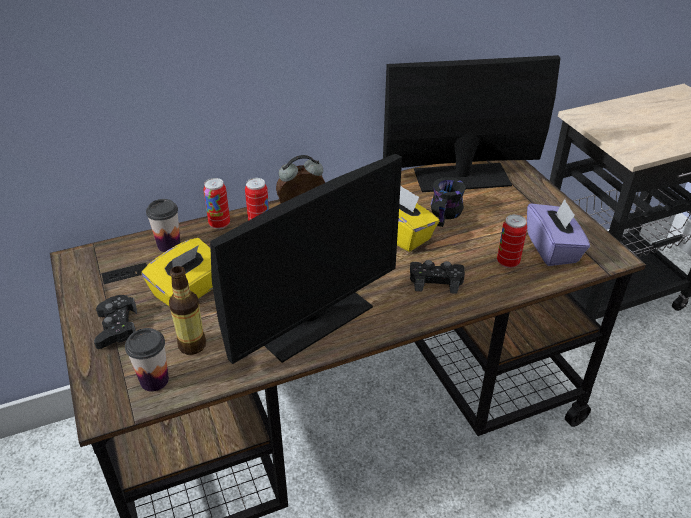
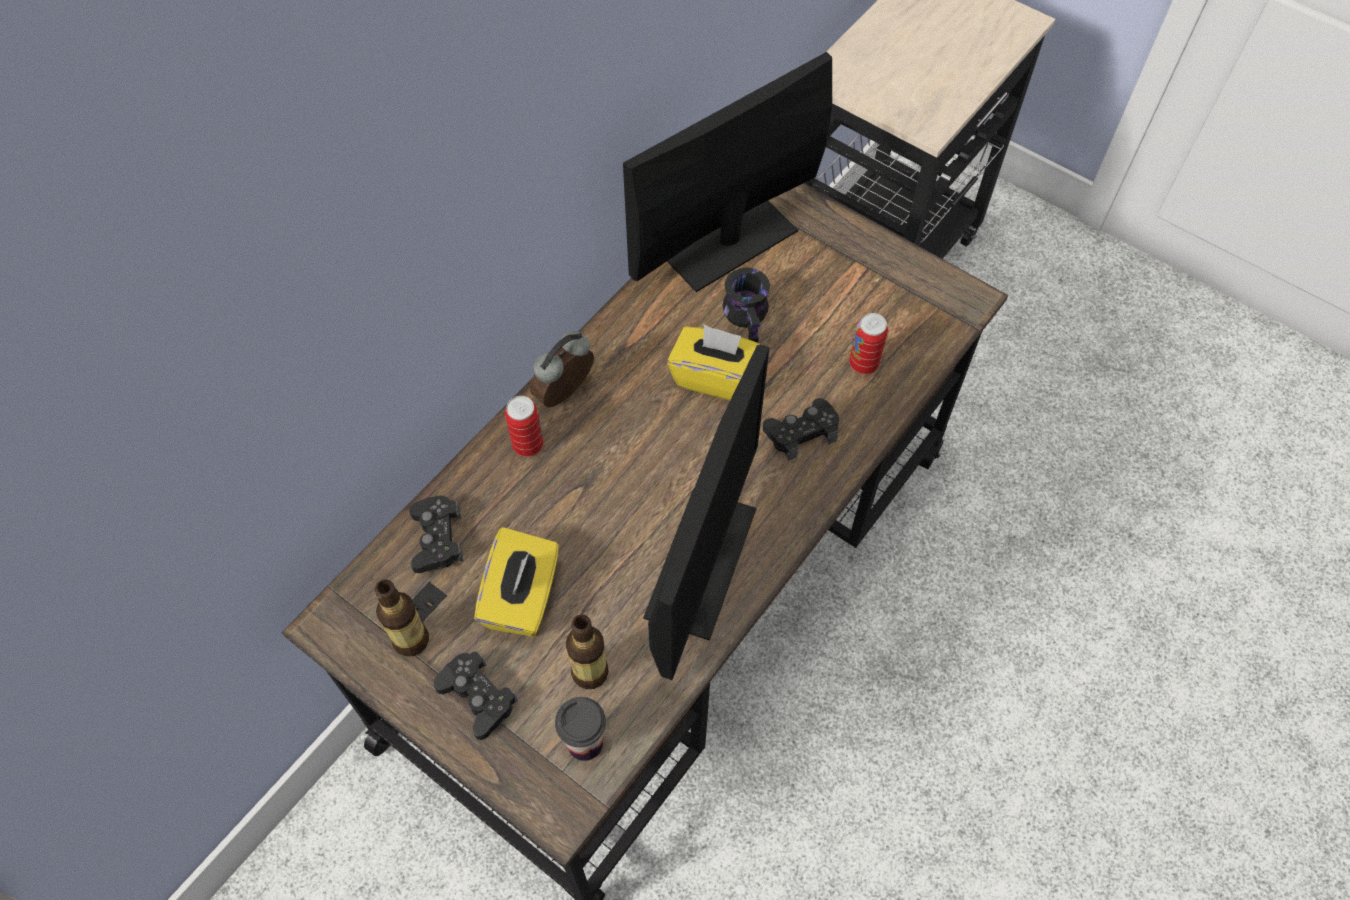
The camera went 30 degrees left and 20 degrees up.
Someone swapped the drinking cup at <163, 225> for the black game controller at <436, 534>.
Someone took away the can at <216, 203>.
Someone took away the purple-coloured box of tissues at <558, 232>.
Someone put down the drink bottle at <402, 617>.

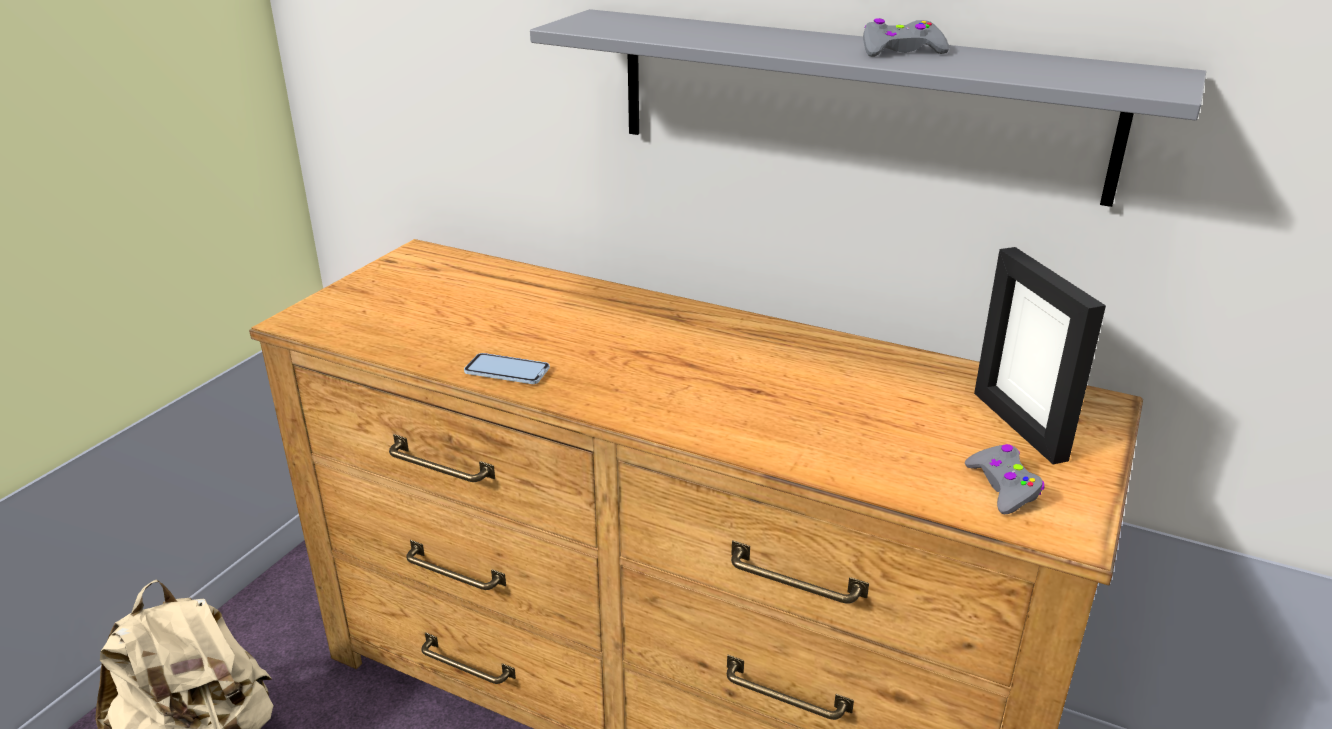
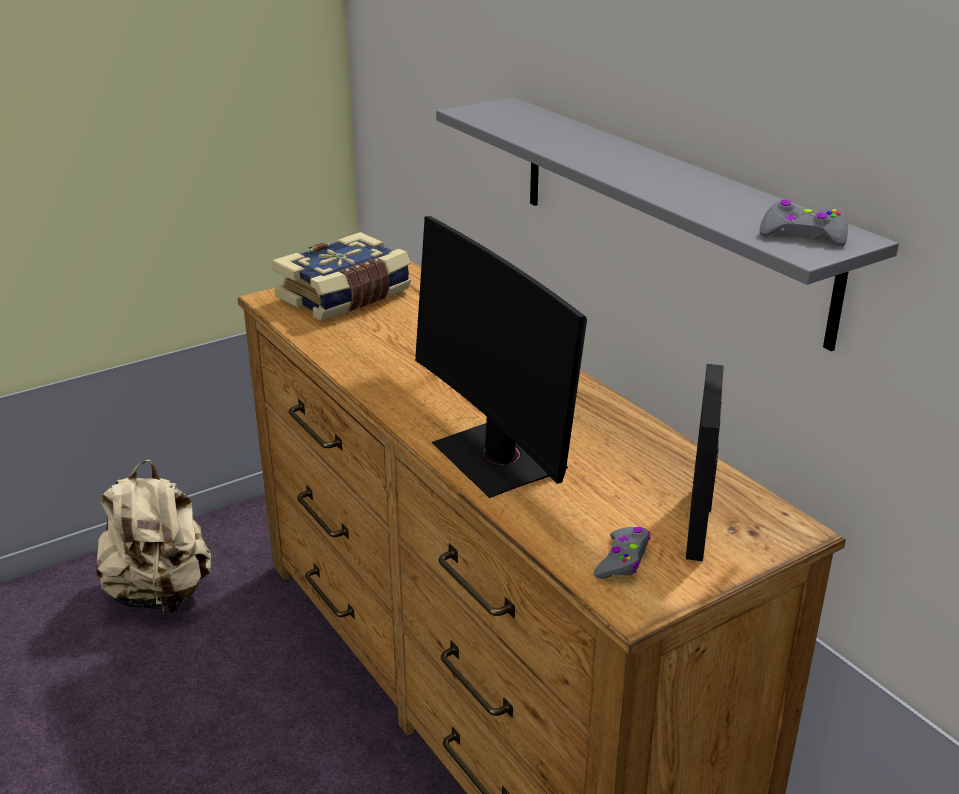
The camera went 30 degrees right and 0 degrees up.
Someone took away the telephone at <507, 368>.
Someone carried the grey game controller from <906, 37> to <804, 222>.
Someone put down the volume at <341, 276>.
Someone put down the computer display at <501, 357>.

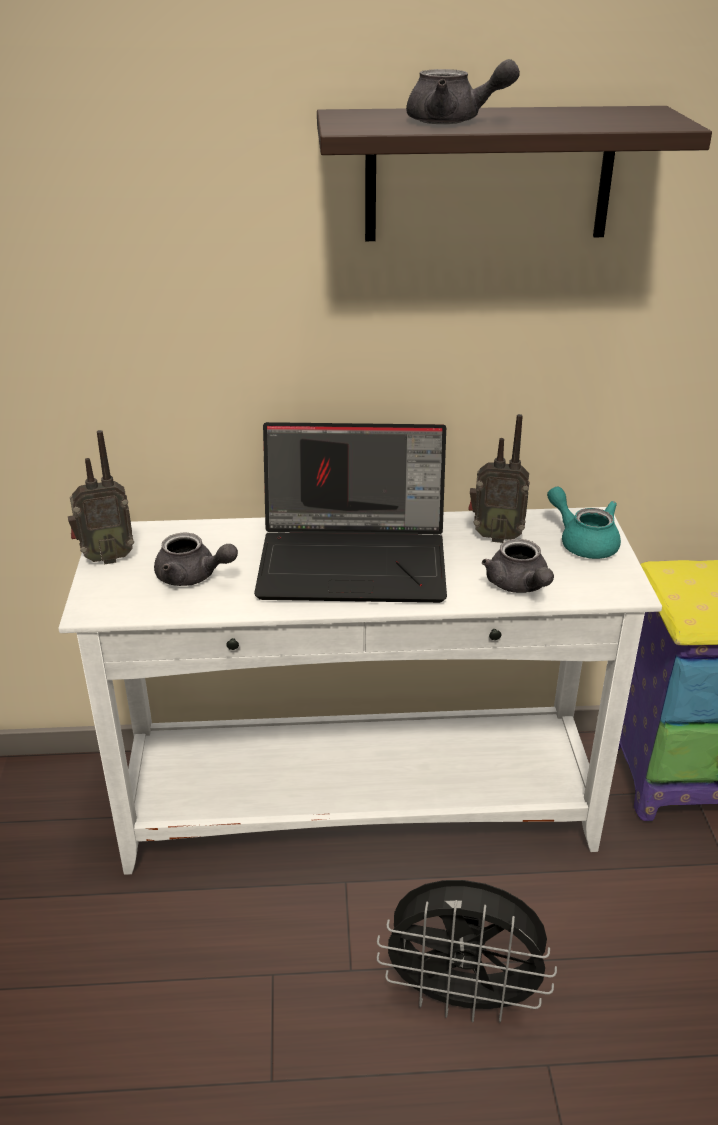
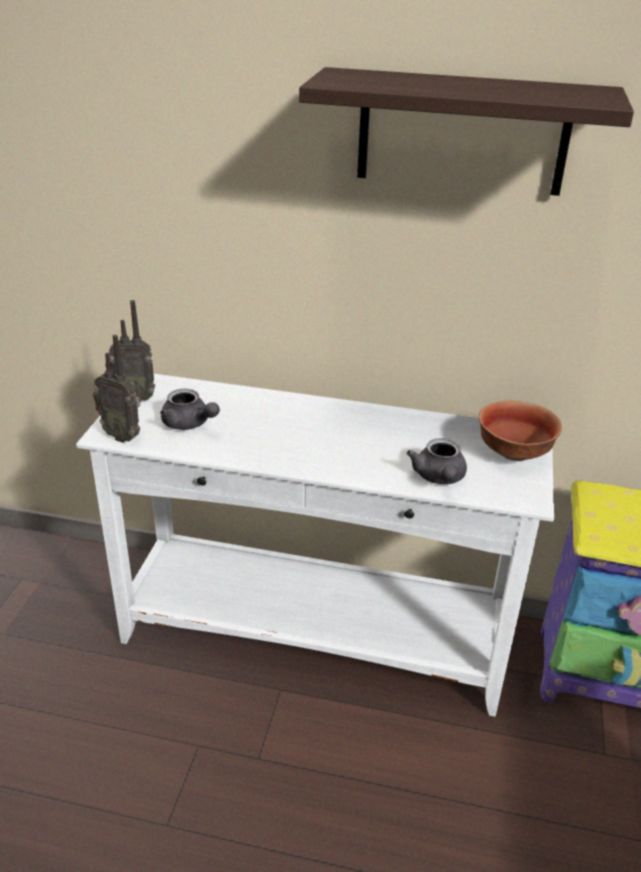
The camera went 15 degrees right and 0 degrees up.
Someone took away the notebook computer at <350, 512>.
Someone took away the black fan at <467, 951>.
Someone took away the grey teapot at <463, 91>.
Someone carried the radio from <499, 478> to <116, 389>.
Someone swapped the blue-green teapot at <584, 522> for the serving bowl at <520, 430>.

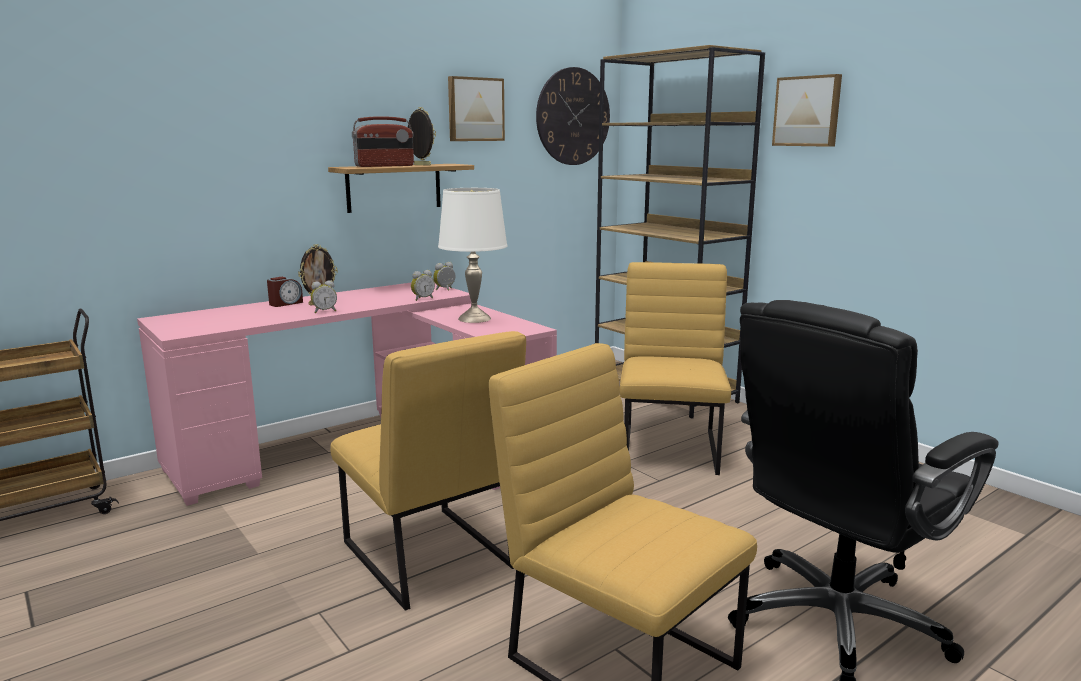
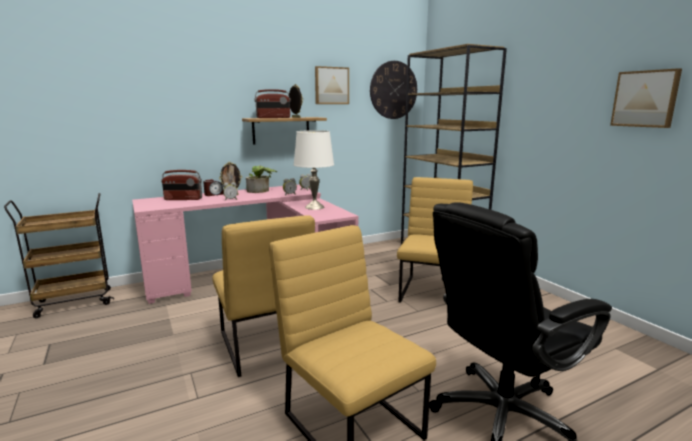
The camera went 10 degrees right and 0 degrees up.
Someone carried the wall art from <807, 110> to <646, 98>.
Someone put down the radio at <181, 185>.
Someone put down the houseplant at <262, 179>.

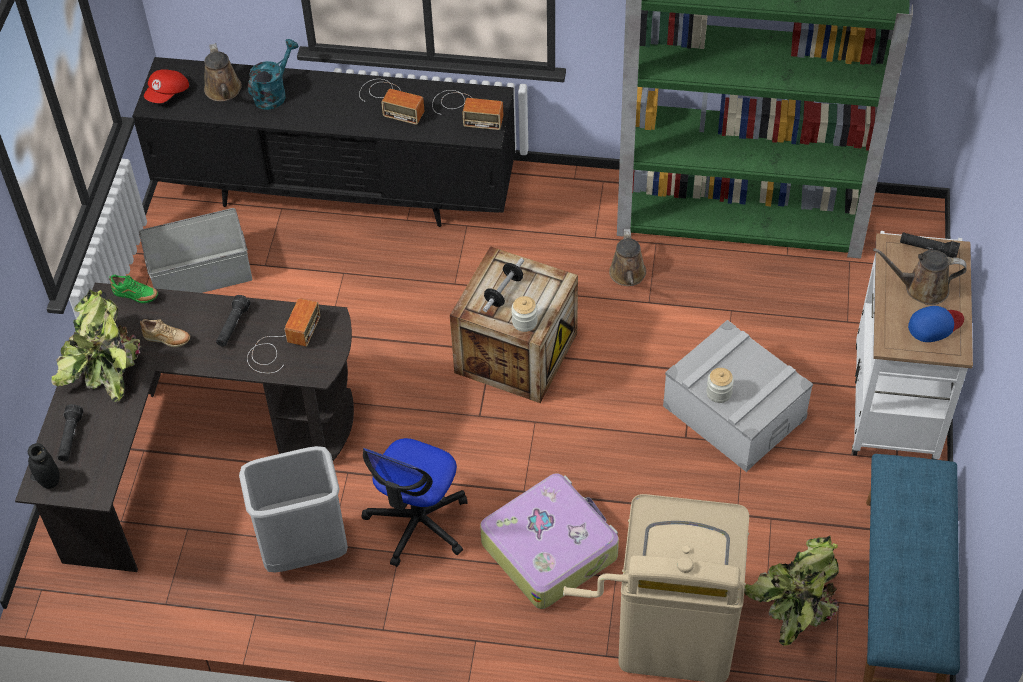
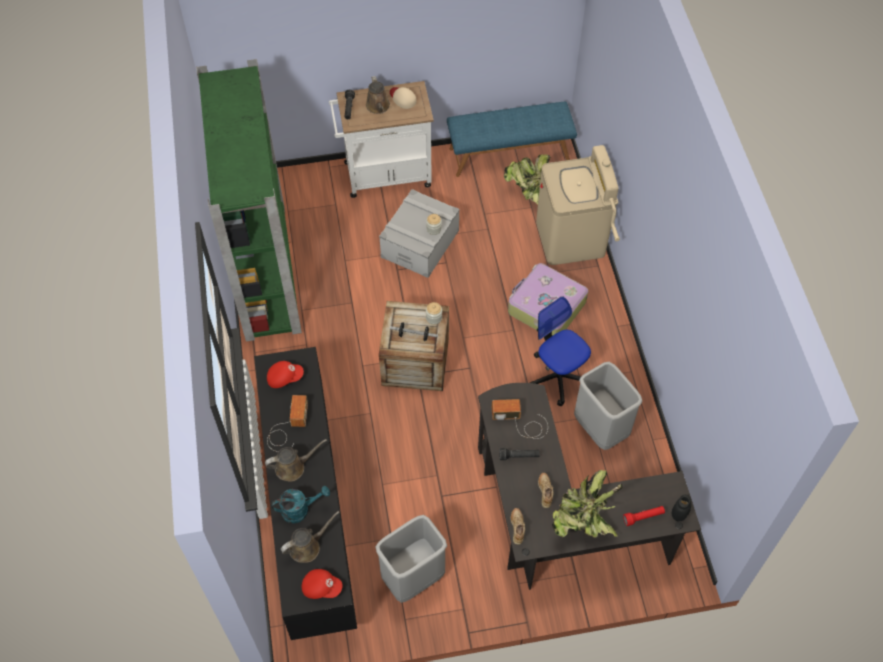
The camera went 110 degrees left and 5 degrees up.
Someone repainted the black hand torch at <70, 432>, which became the red-coloured hand torch at <644, 516>.
Someone repainted the greenish item of footwear at <133, 289>, which became the sand-coloured item of footwear at <517, 526>.
Someone swapped the grey storage bin at <196, 250> for the grey rubbish bin at <411, 559>.
Someone rotated the blue-green sprinkling can at <273, 74> by 150 degrees clockwise.
Someone rotated the office chair at <414, 502> by 135 degrees counterclockwise.
Someone swapped the radio at <467, 110> for the red-coloured cap at <285, 374>.
Someone carried the brown-coloured sprinkling can from <627, 257> to <296, 460>.
Someone repainted the blue-coloured cap at <936, 324>, which became the sand-coloured cap at <403, 98>.

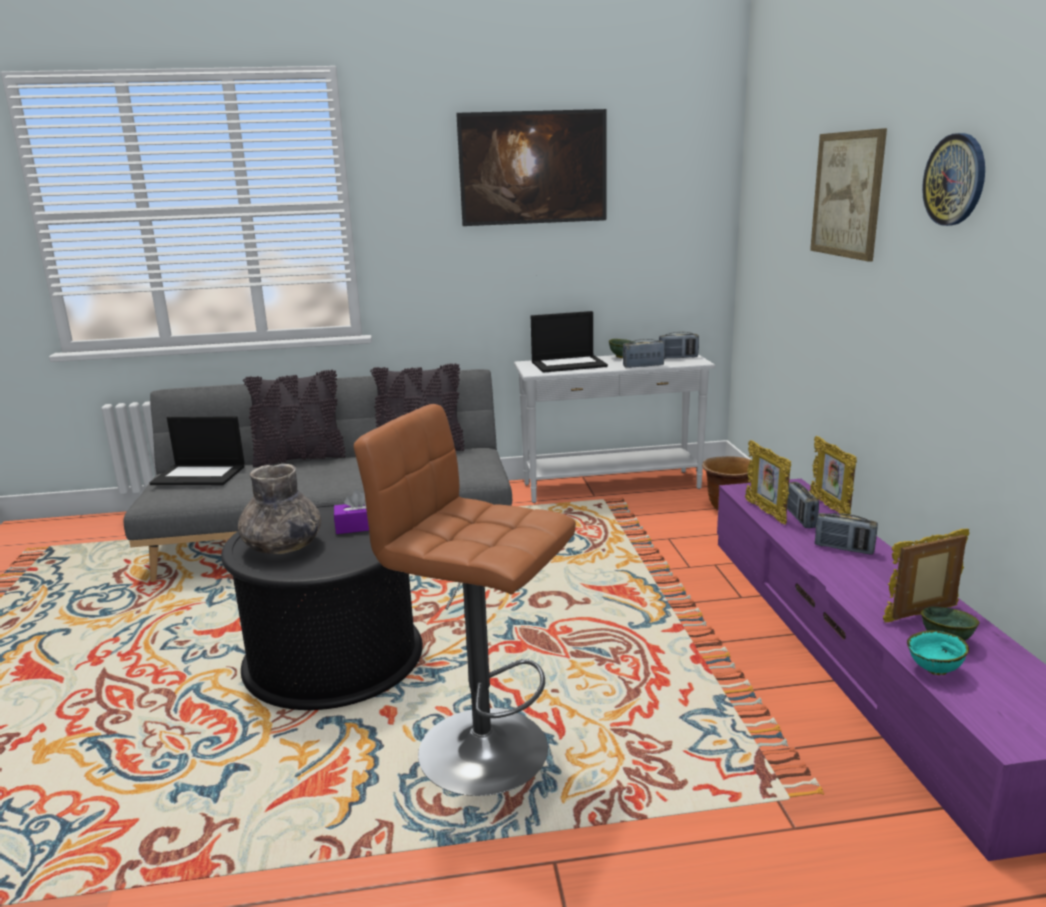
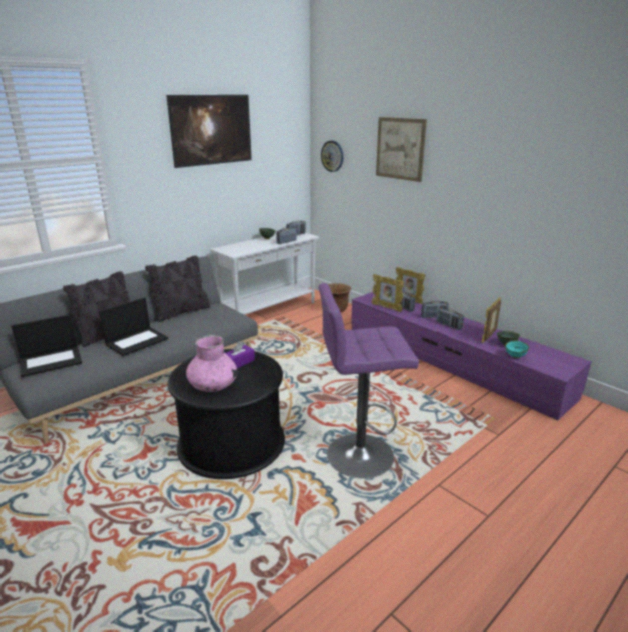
The camera went 35 degrees left and 5 degrees up.
Someone repainted the grey flower vase at <279, 509>, which became the pink-coloured flower vase at <211, 363>.
Someone repainted the brown-coloured stool seat at <465, 600>, which became the purple-coloured stool seat at <368, 380>.
Someone carried the notebook computer from <569, 342> to <133, 326>.
Someone carried the wall clock from <953, 179> to <332, 156>.
Someone put down the radio at <450, 319>.

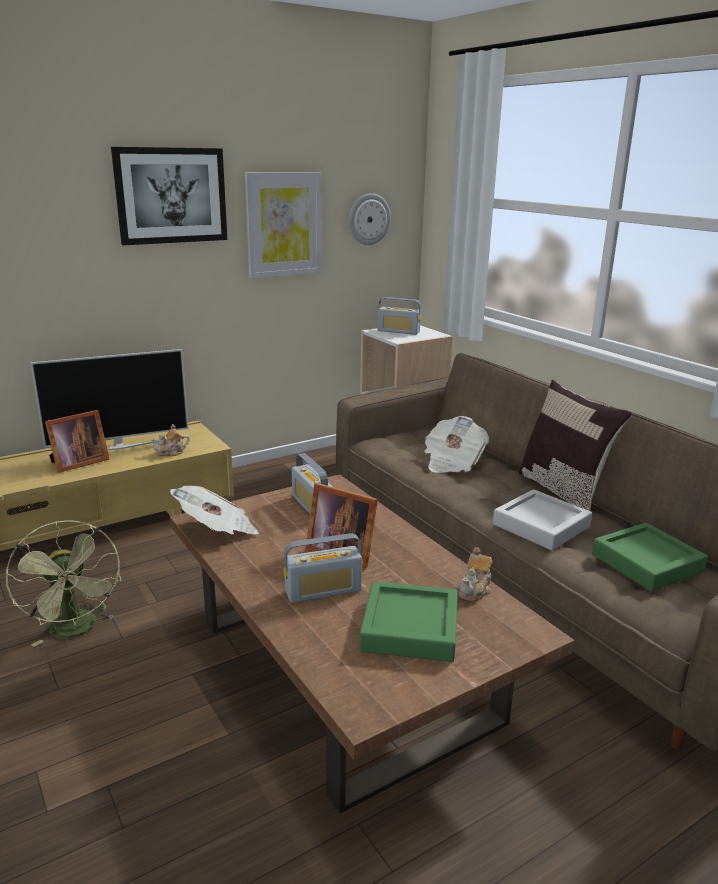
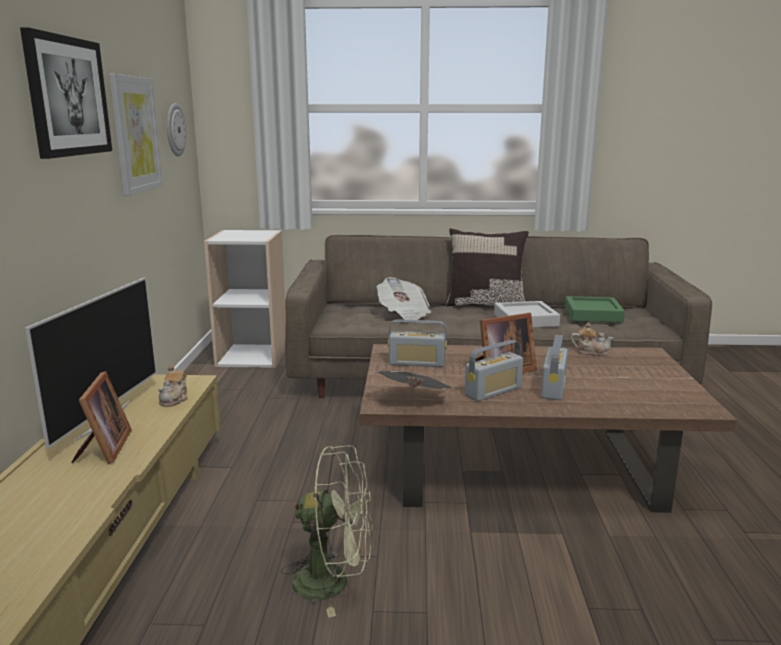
The camera went 55 degrees left and 5 degrees down.
Someone took away the greenish carrying tray at <408, 621>.
Someone carried the radio from <399, 316> to <494, 370>.
Someone rotated the teapot at <475, 574> by 45 degrees counterclockwise.

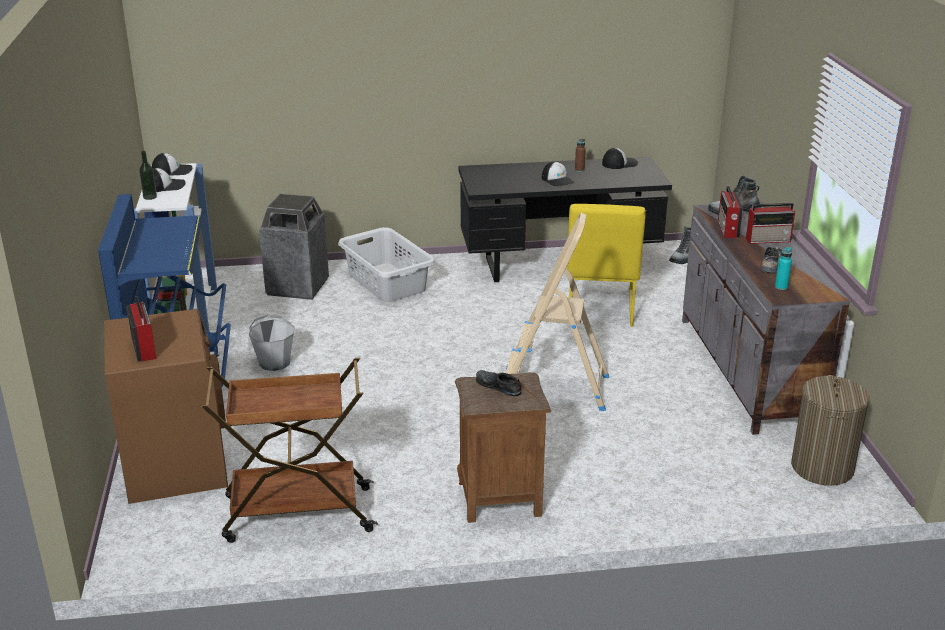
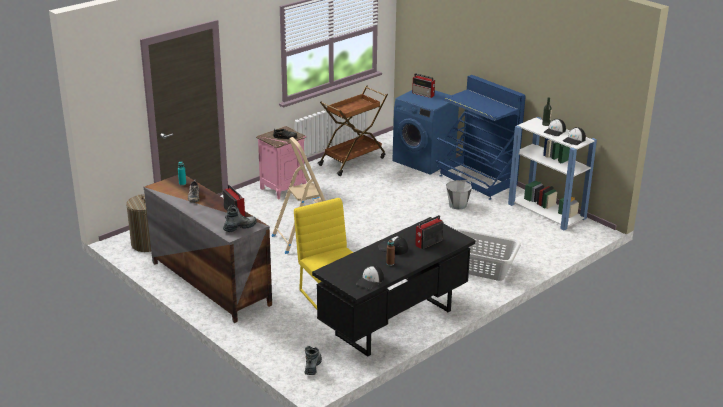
The camera went 145 degrees right and 0 degrees up.
Someone repainted the brown-coloured laundry machine at <166, 406>, which became the blue-coloured laundry machine at <425, 132>.
Someone took away the rubbish bin at <294, 247>.
Someone repainted the brown-coloured bedside table at <503, 447>, which became the pink-coloured bedside table at <281, 163>.
Someone carried the radio from <770, 223> to <429, 232>.

